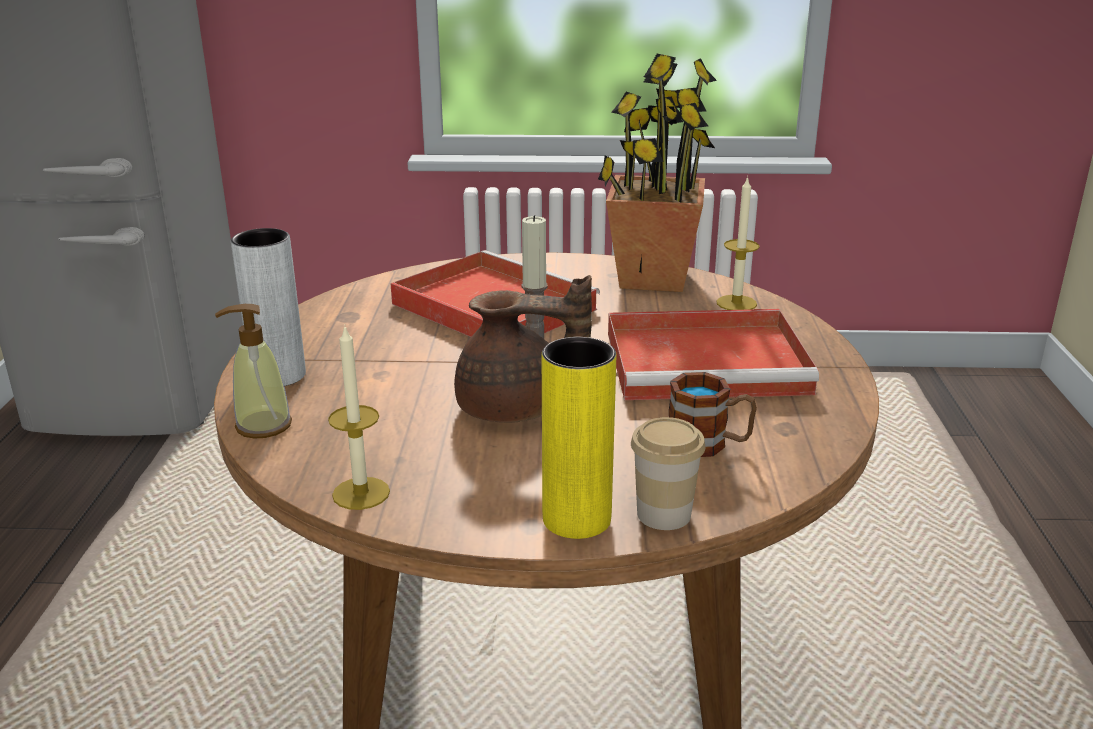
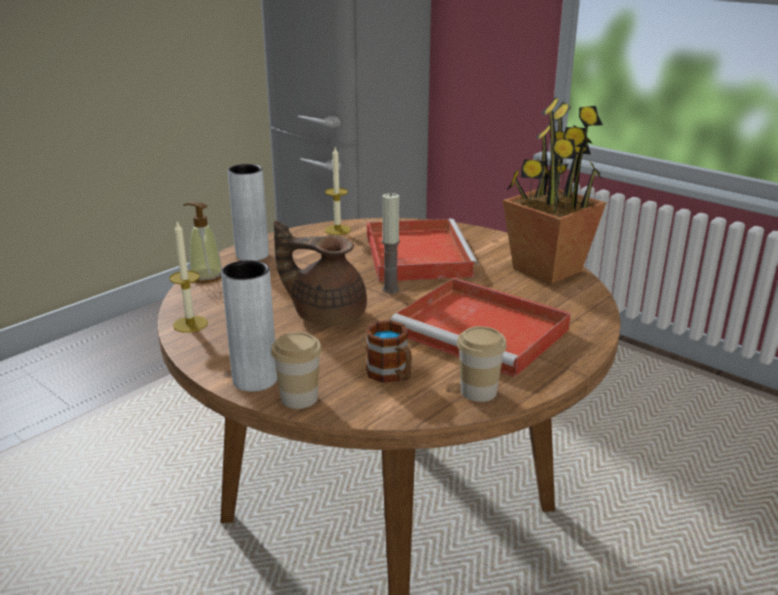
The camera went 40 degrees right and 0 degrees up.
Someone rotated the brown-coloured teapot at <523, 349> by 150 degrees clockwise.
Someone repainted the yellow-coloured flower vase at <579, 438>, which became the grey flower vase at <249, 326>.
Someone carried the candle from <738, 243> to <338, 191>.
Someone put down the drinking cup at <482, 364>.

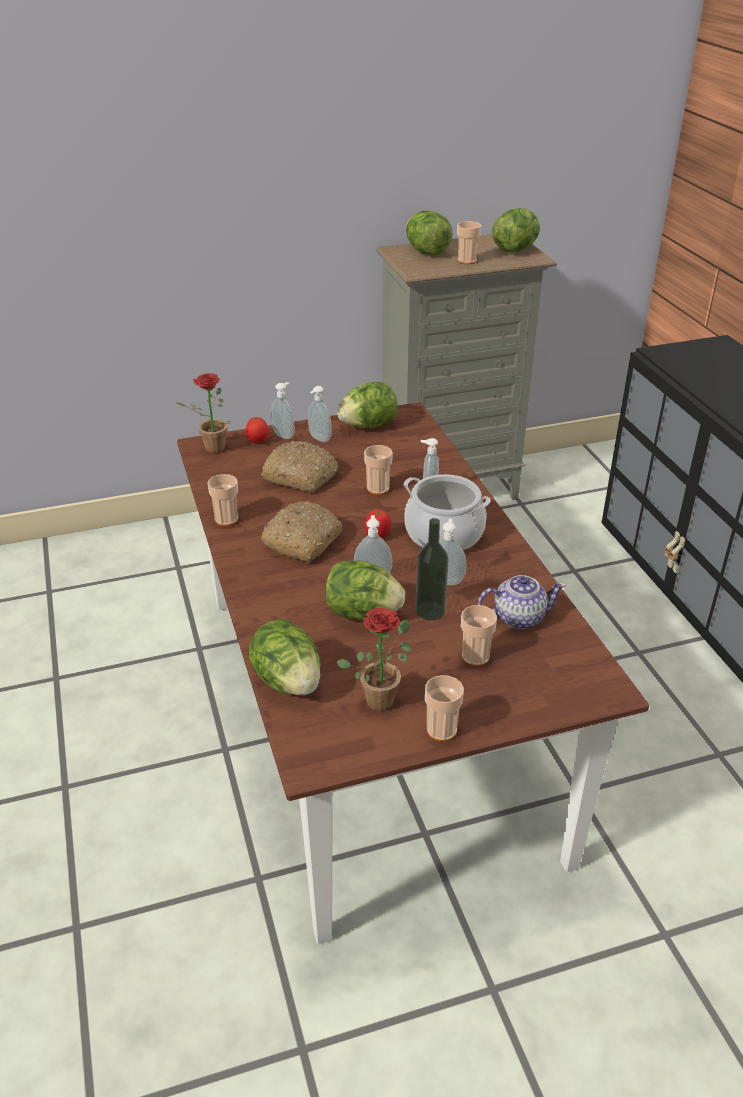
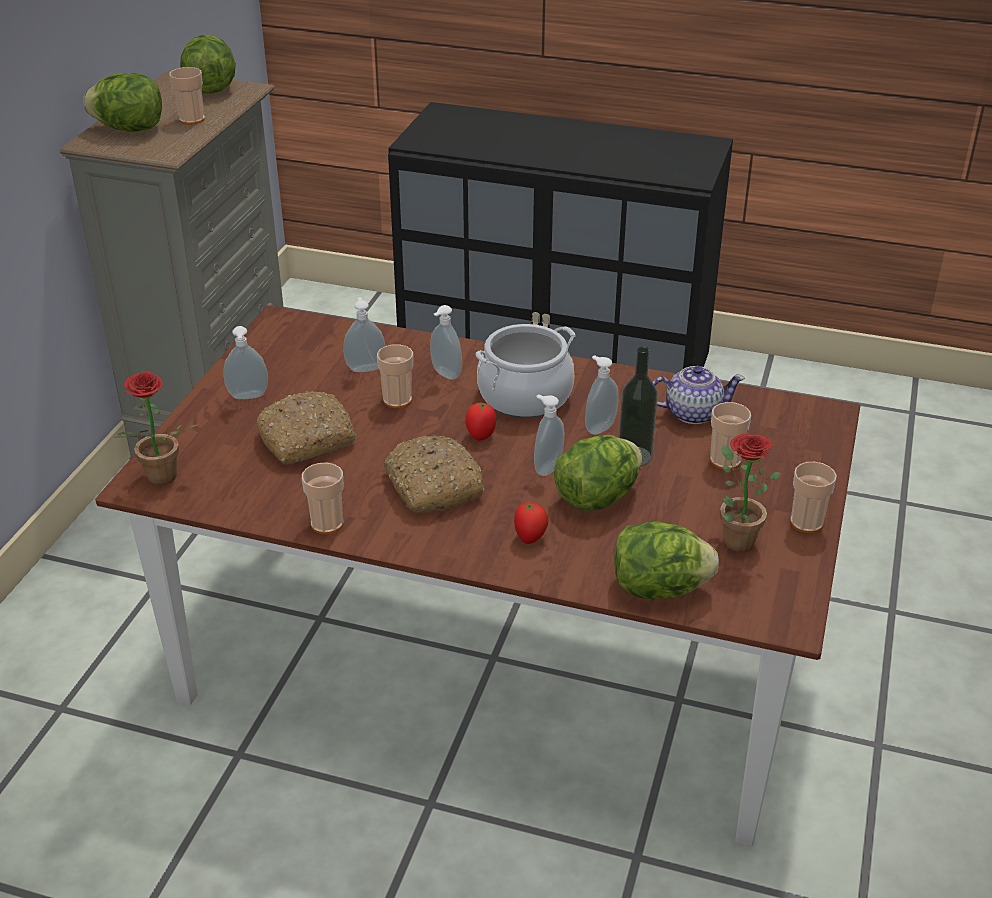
The camera went 55 degrees left and 0 degrees up.
Someone carried the tomato from <257, 430> to <531, 523>.
Someone carried the liquid soap bottle from <283, 410> to <364, 334>.
Someone took away the lettuce at <367, 405>.
Someone rotated the teapot at <522, 602> by 60 degrees clockwise.

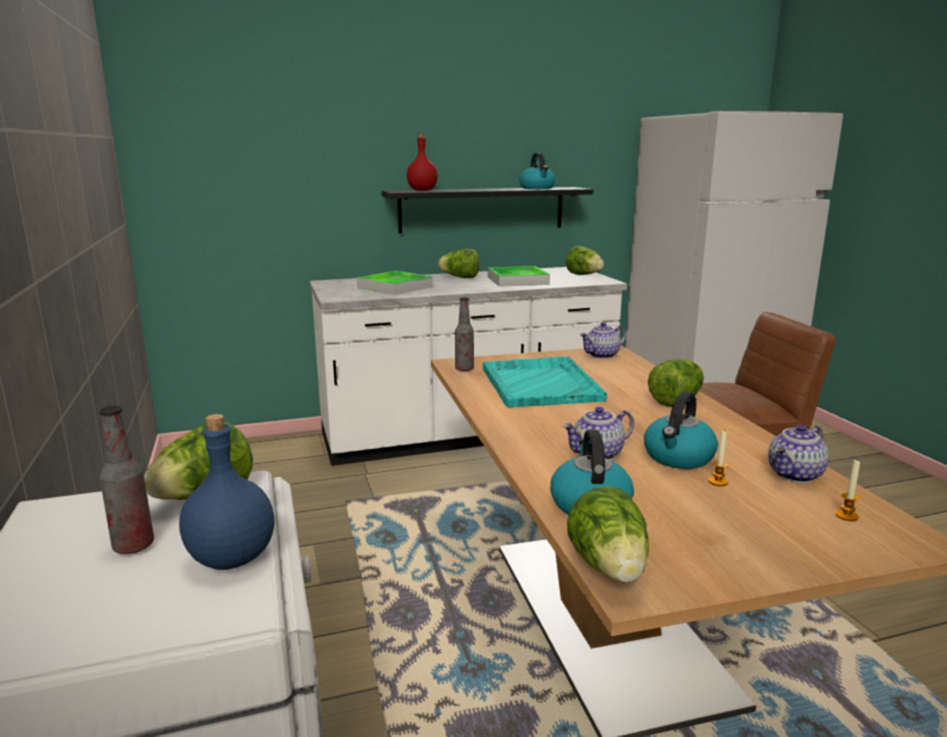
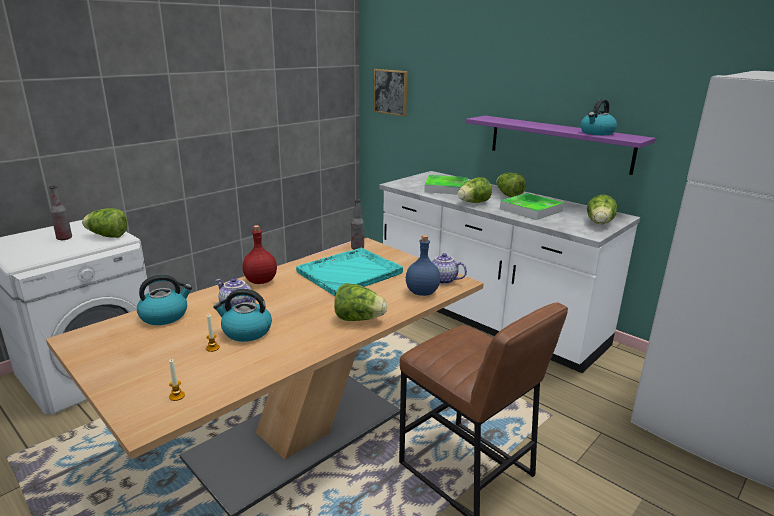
The camera went 60 degrees right and 5 degrees up.
Someone carried the blue-coloured drink bottle from <226, 492> to <423, 265>.
Someone repainted the black bracket shelf at <487, 210>, which became the purple-coloured bracket shelf at <561, 145>.
Someone carried the red-coloured drink bottle from <422, 162> to <259, 254>.
Someone carried the lettuce from <608, 534> to <475, 190>.
Someone took away the teapot at <798, 454>.
Someone put up the wall art at <391, 92>.

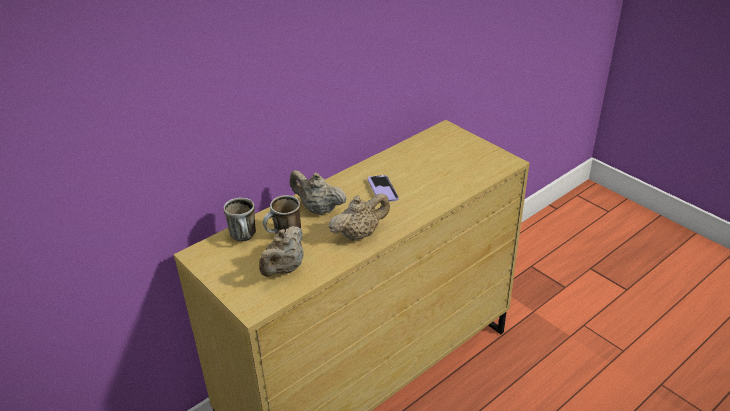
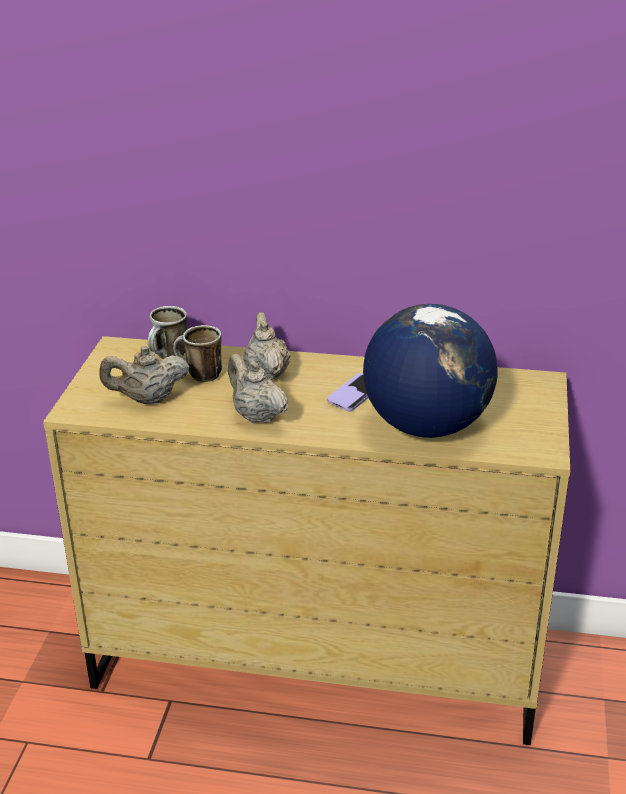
The camera went 50 degrees right and 5 degrees down.
Someone rotated the sand-coloured teapot at <359, 217> by 150 degrees counterclockwise.
Someone put down the desk globe at <430, 371>.

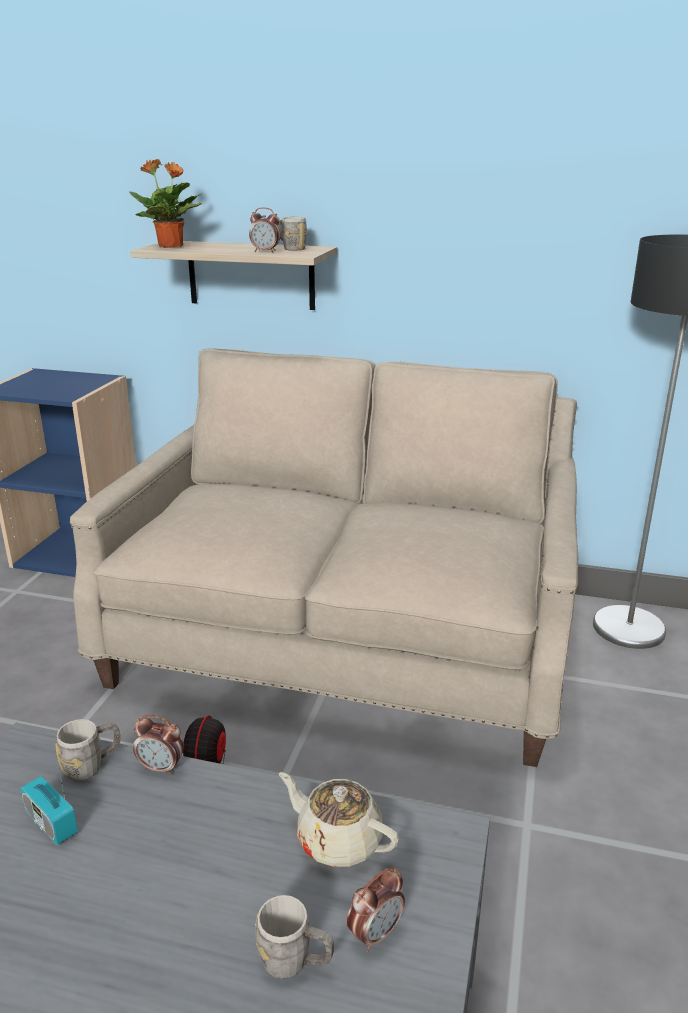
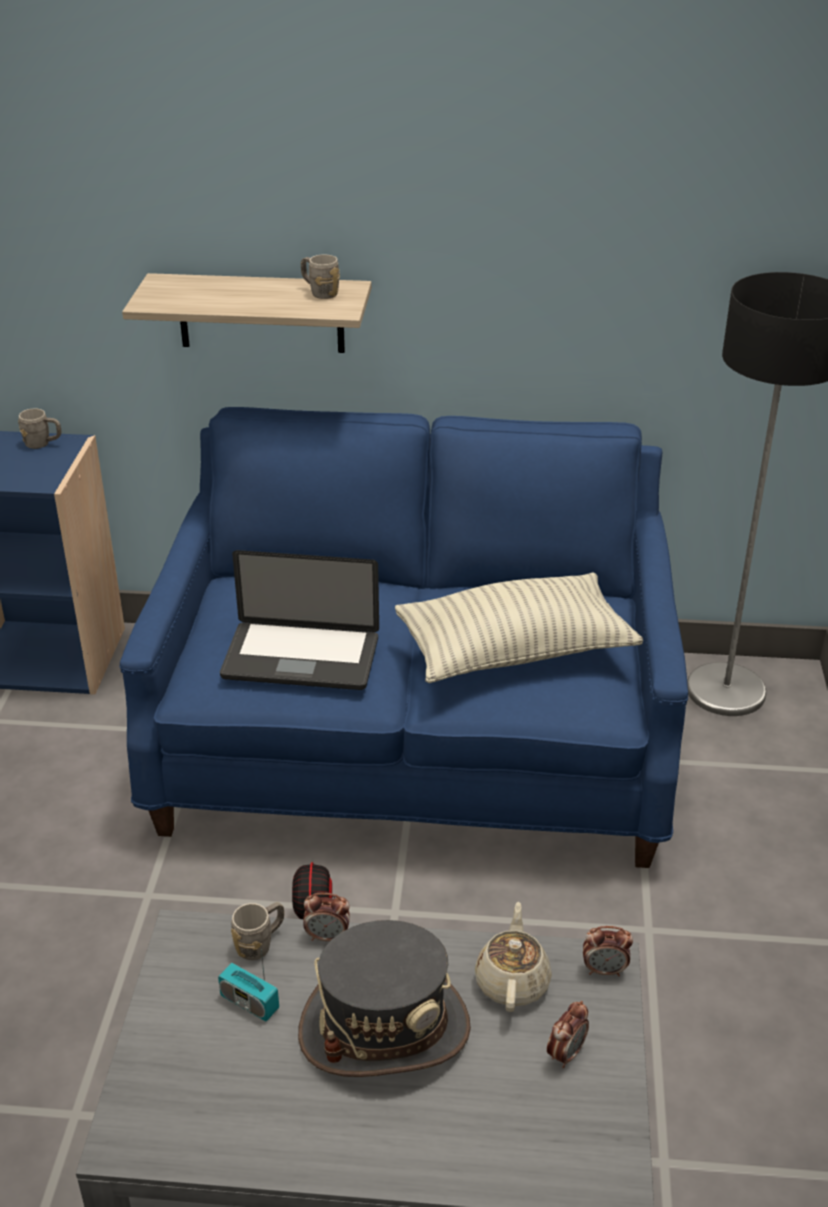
The camera went 10 degrees left and 10 degrees up.
Someone repainted the sand-coloured sofa at <324, 557>, which became the blue-coloured sofa at <404, 637>.
Someone took away the houseplant at <166, 203>.
Someone carried the bedside clock from <265, 230> to <608, 951>.
Someone carried the grey coffee mug from <294, 937> to <39, 429>.
Someone rotated the sand-coloured teapot at <339, 819> by 75 degrees clockwise.
Someone put down the notebook computer at <299, 620>.
Someone put down the grey wearable hat at <384, 998>.
Someone put down the cushion at <519, 627>.

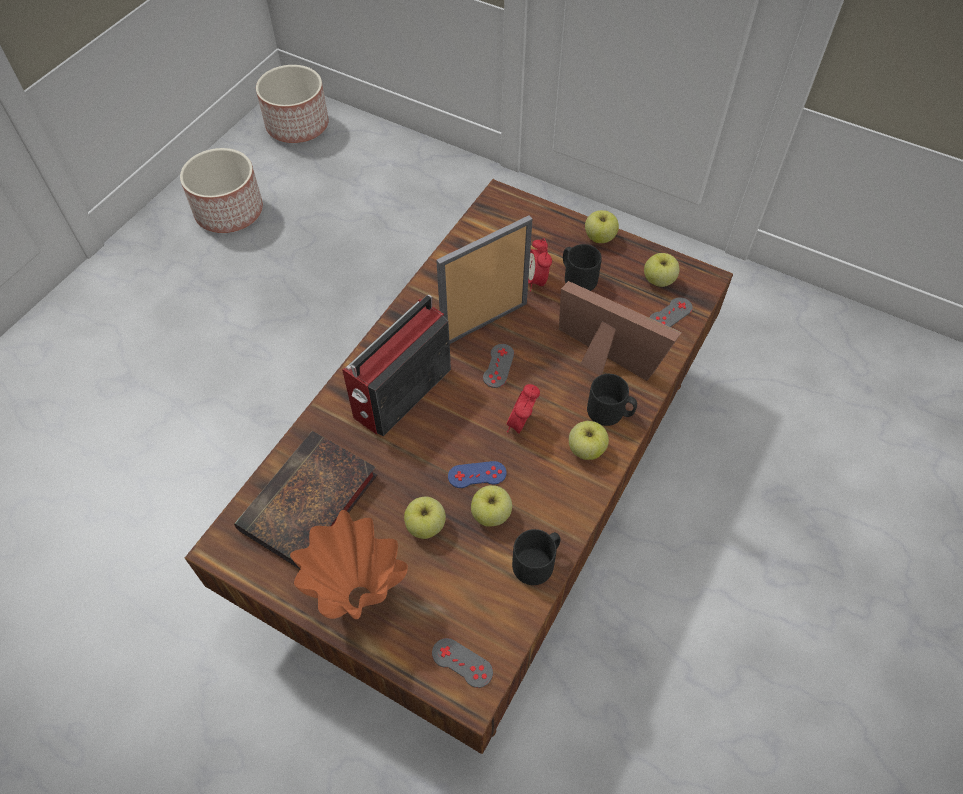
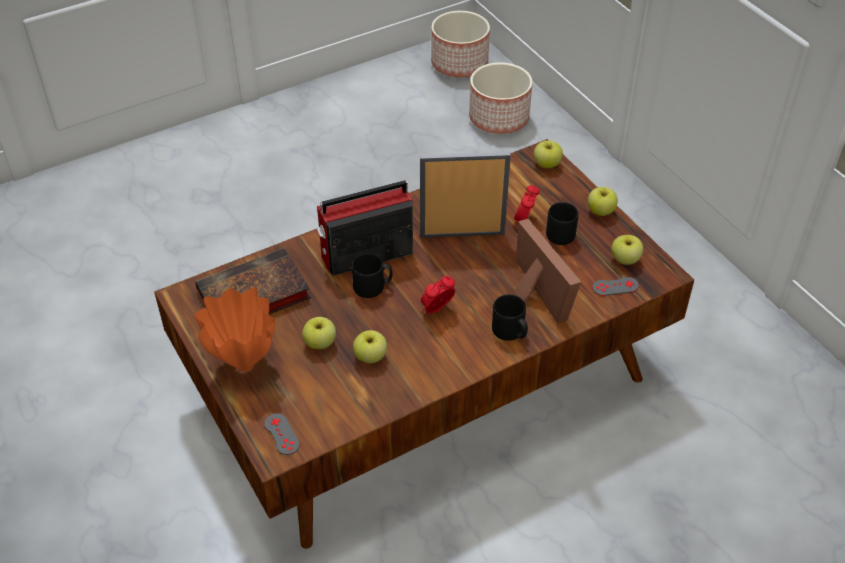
The camera went 30 degrees right and 10 degrees down.
Someone carried the plant pot from <221, 190> to <501, 98>.
Someone took away the blue-coloured game controller at <477, 474>.
Someone took away the grey game controller at <498, 366>.
Someone carried the black coffee mug from <536, 557> to <372, 275>.
Someone carried the apple from <589, 440> to <548, 155>.

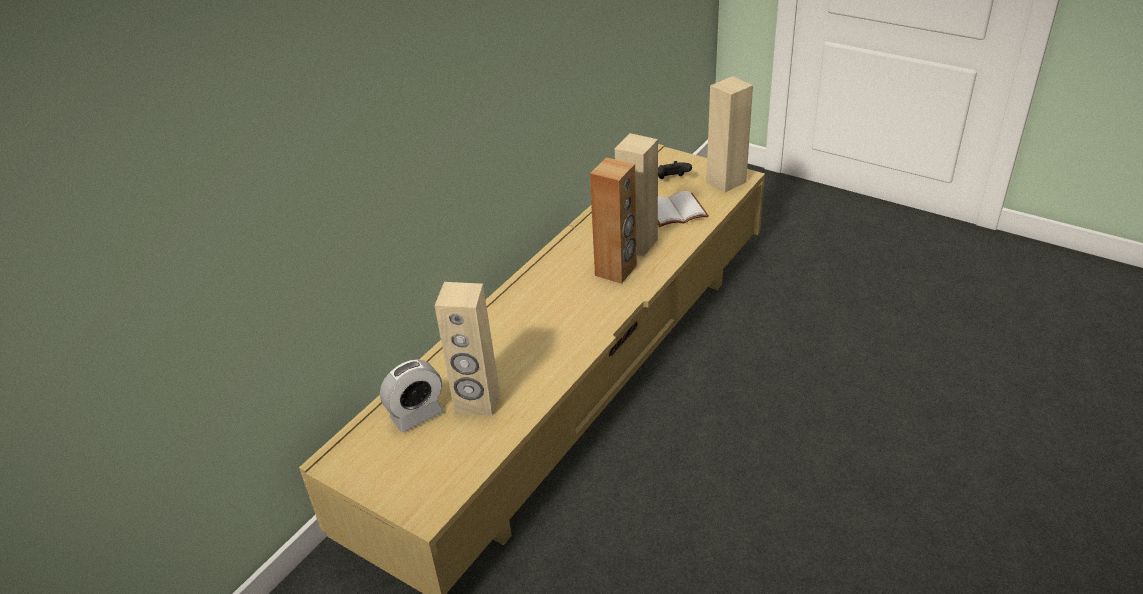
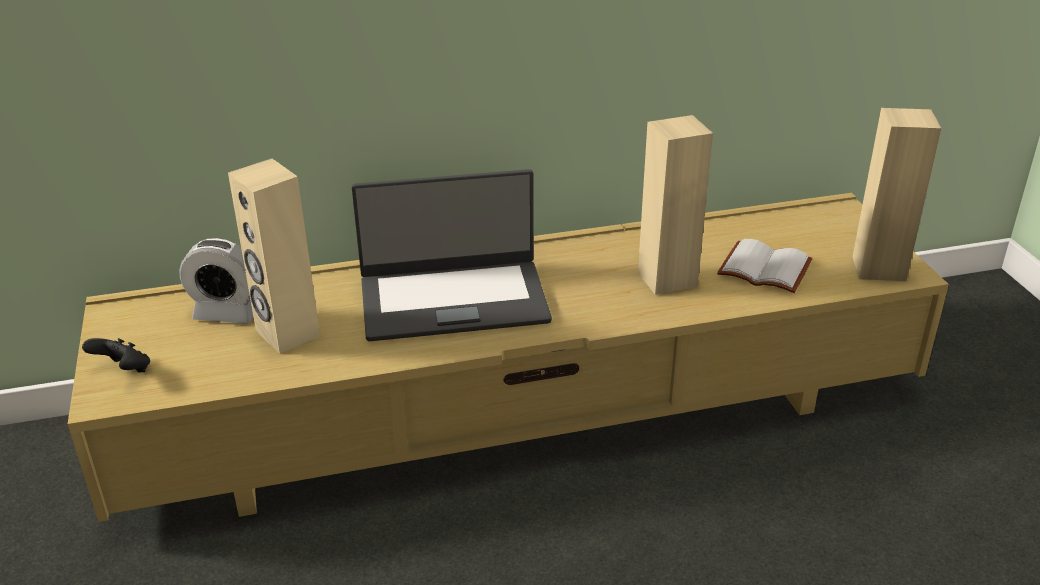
The camera went 40 degrees right and 5 degrees down.
Someone took away the brown-coloured loudspeaker at <613, 220>.
Someone carried the black game controller from <675, 170> to <116, 355>.
Someone put down the notebook computer at <452, 255>.

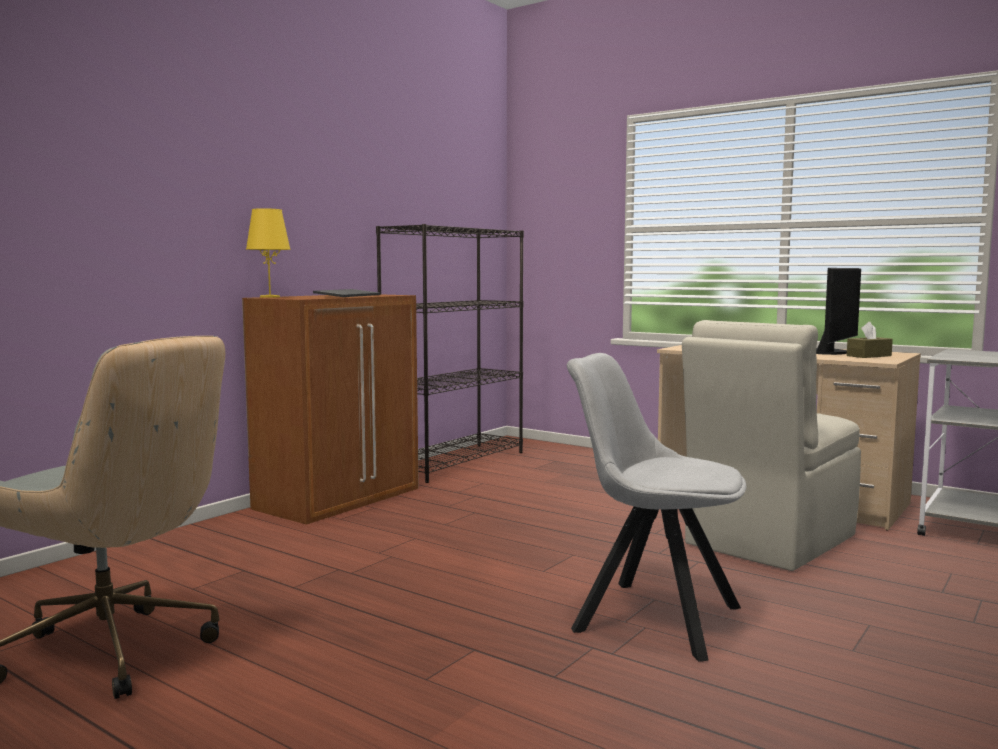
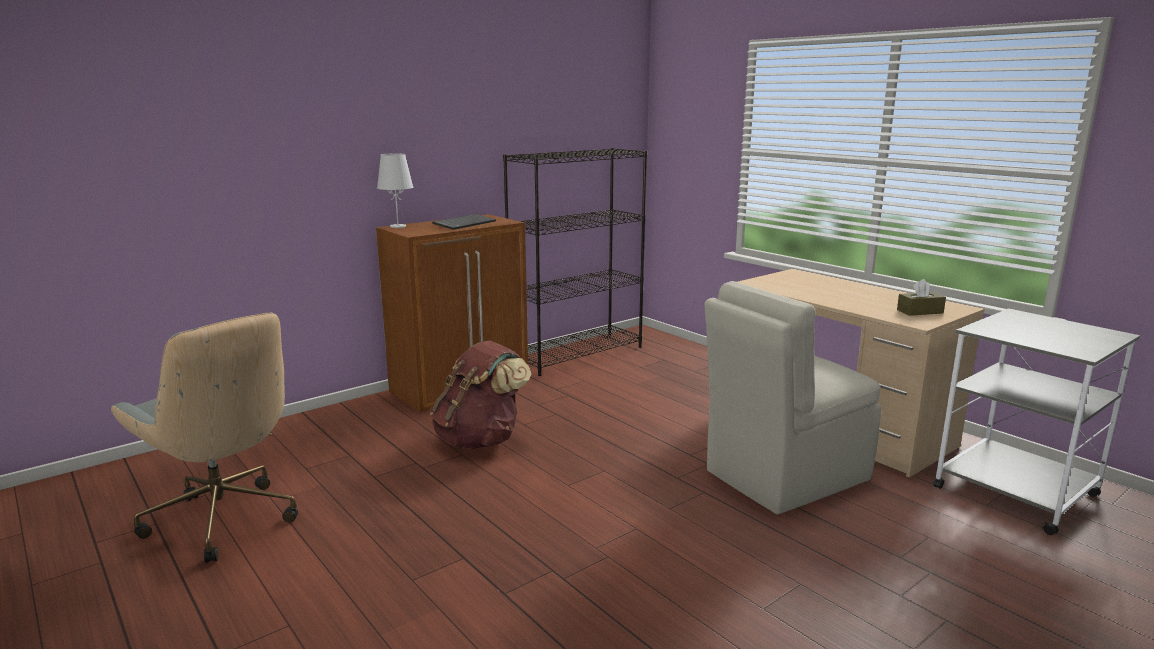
The camera went 15 degrees right and 10 degrees up.
Someone repainted the yellow-coloured lamp for a table at <268, 253>, which became the white-coloured lamp for a table at <395, 190>.
Someone took away the grey upright chair at <656, 507>.
Someone took away the computer display at <838, 311>.
Someone put down the brown-coloured knapsack at <480, 395>.

